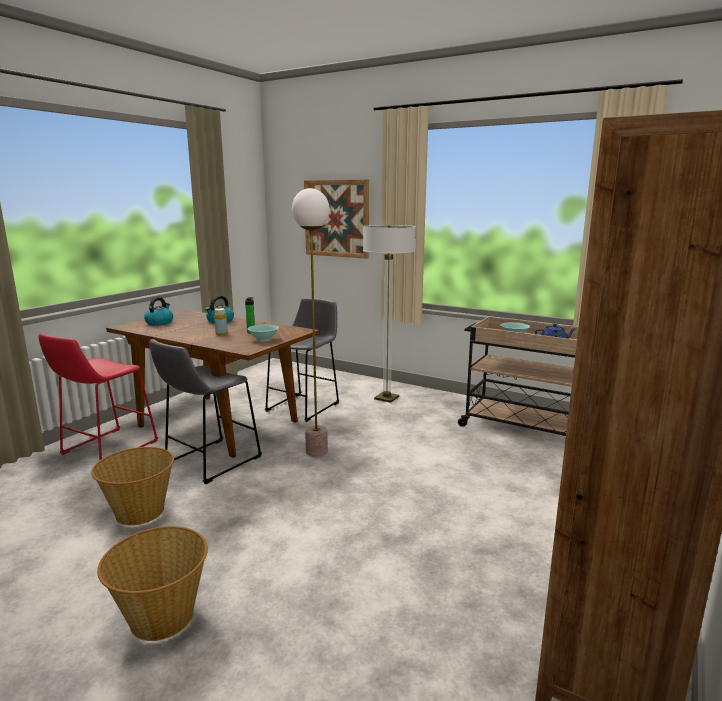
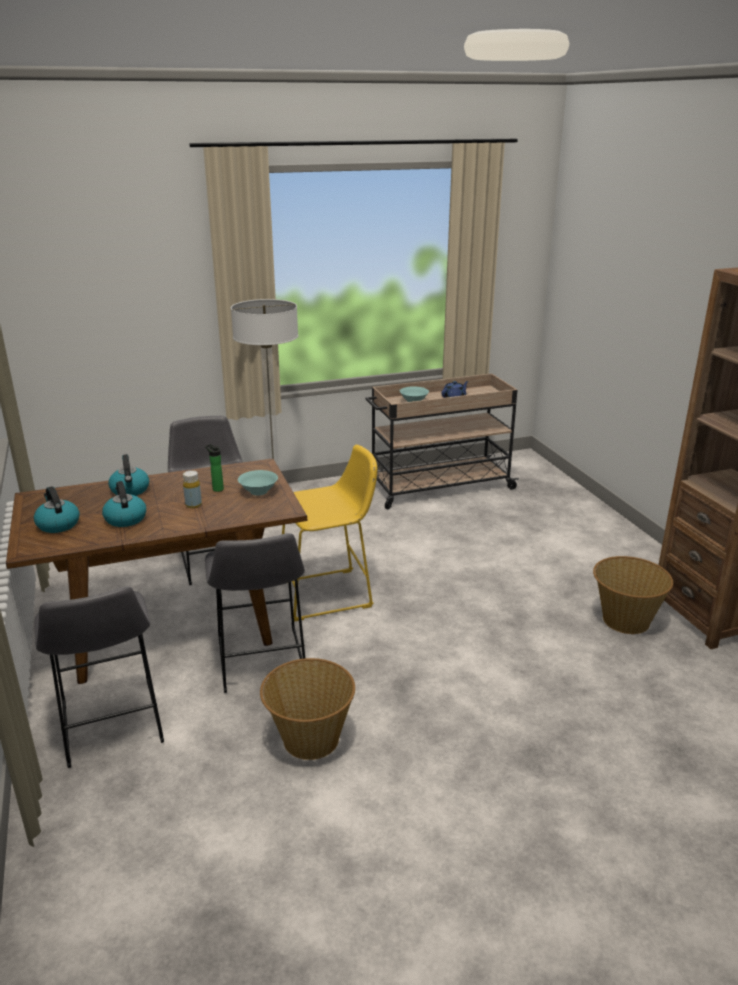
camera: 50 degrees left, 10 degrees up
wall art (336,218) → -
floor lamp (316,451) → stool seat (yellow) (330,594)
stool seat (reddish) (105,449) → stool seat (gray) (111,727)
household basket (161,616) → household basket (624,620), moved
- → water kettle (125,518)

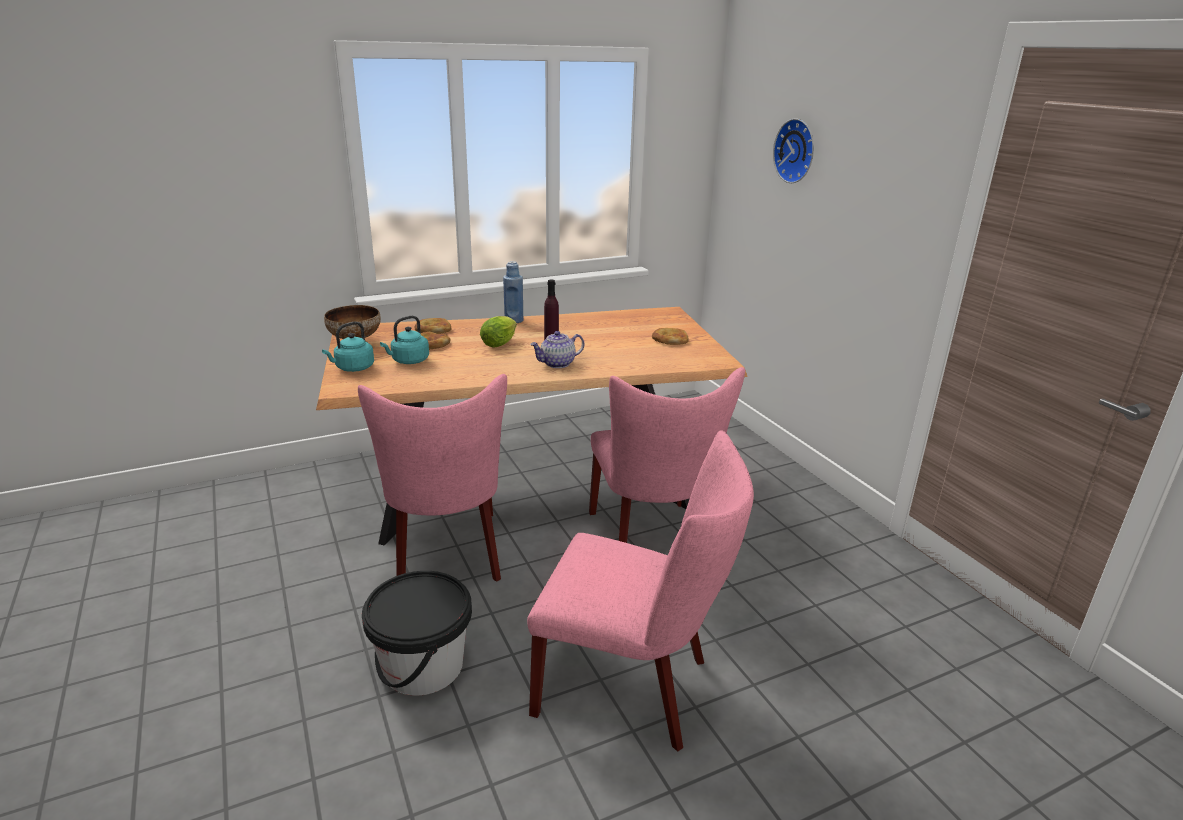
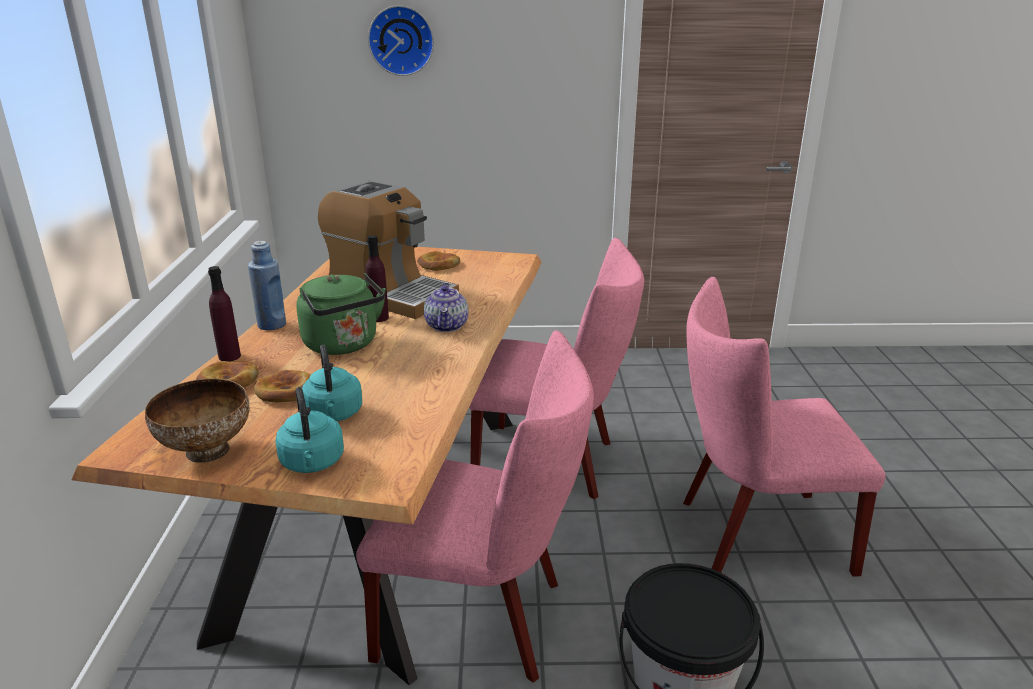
camera: 65 degrees left, 0 degrees up
lettuce head (500,343) → water kettle (green-coloured) (343,345)
chair (pink-coloured) (633,686) → chair (pink-coloured) (753,534), 135 degrees counterclockwise
- → coffee maker (390,294)
- → bottle (purple) (229,356)

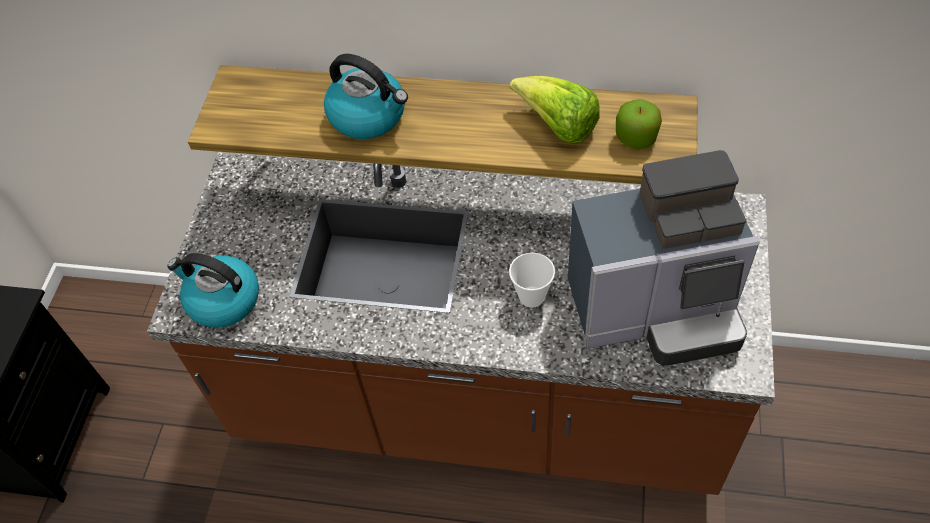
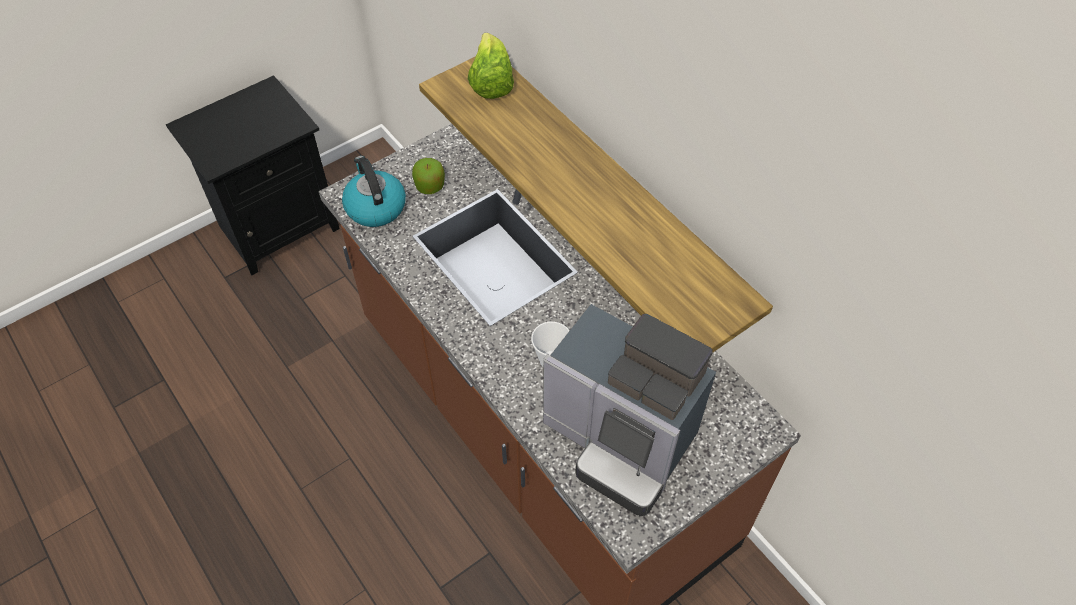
camera: 40 degrees right, 0 degrees up
water kettle (369,116) → -
lettuce head (557,126) → lettuce head (491,82), moved
apple (636,137) → apple (430,186), moved

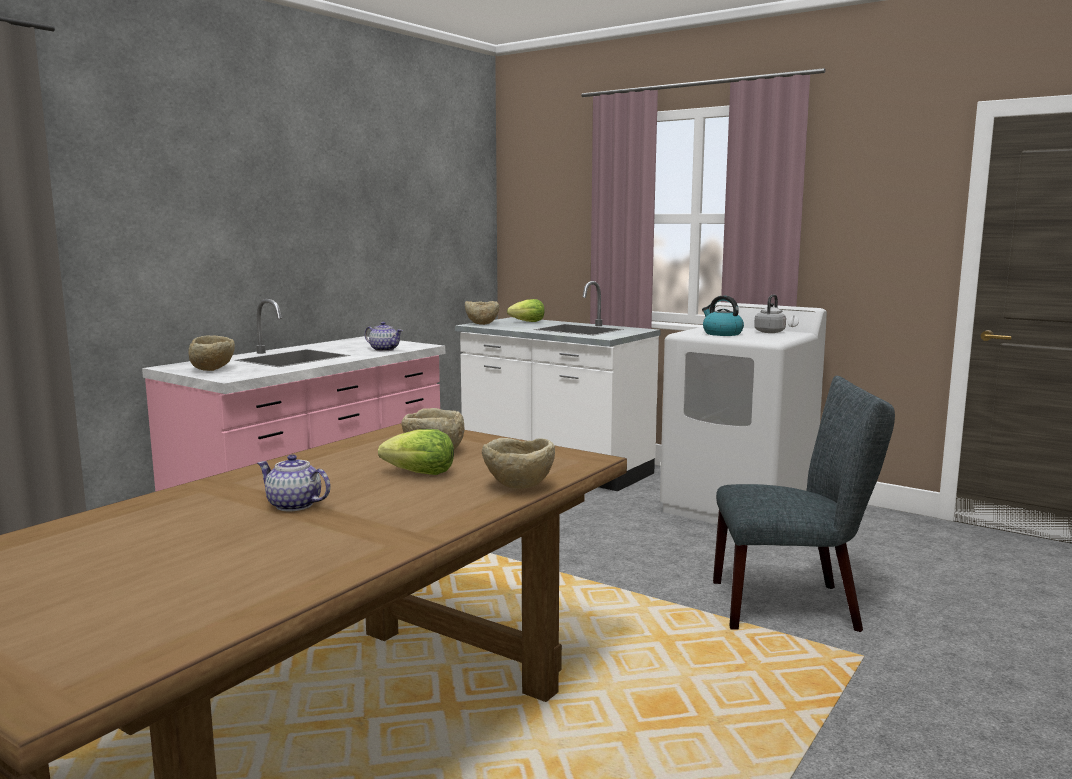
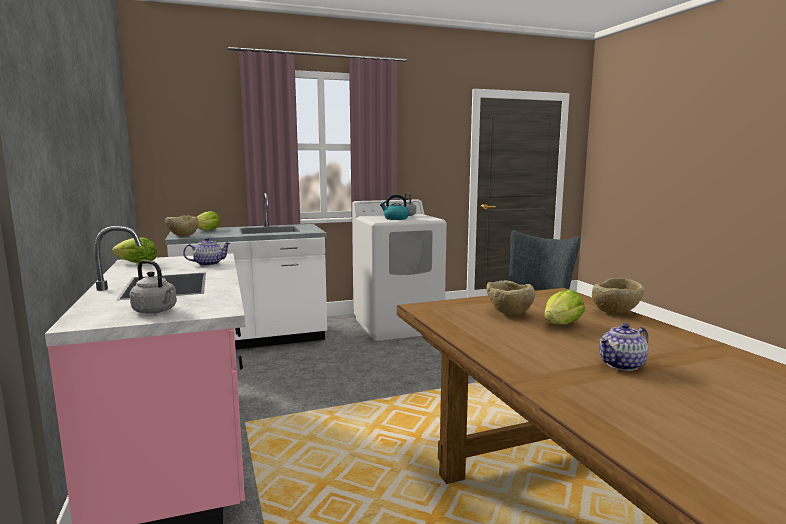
camera: 55 degrees left, 0 degrees up
deep dish (sand-coloured) (213,370) → water kettle (gray) (156,311)
- → lettuce head (137,263)

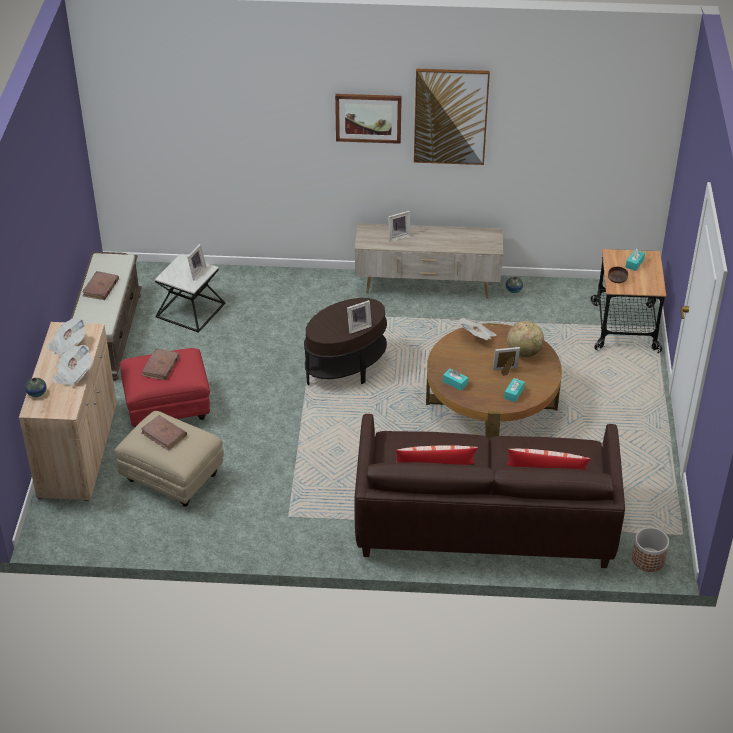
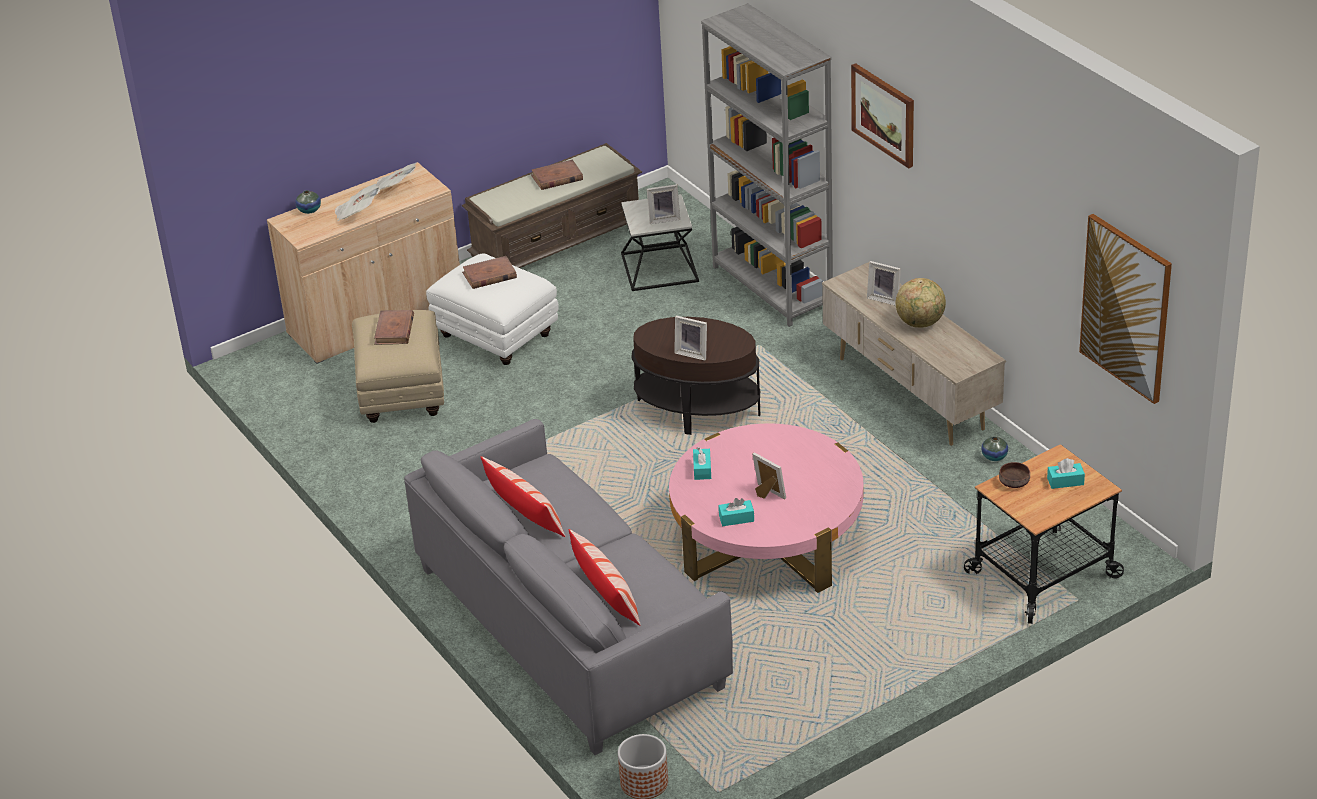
camera: 55 degrees right, 5 degrees down
wall art (450,116) → wall art (1126,308), moved
printed paper (477,337) → -
globe (524,352) → globe (920,323), moved
lounge table (brown) (491,403) → lounge table (pink-coloured) (767,539)
ottoman (reddish) (168,408) → ottoman (white-coloured) (497,336)
couch (brown) (484,520) → couch (gray) (570,626)
- → shelving unit (gray) (772,287)

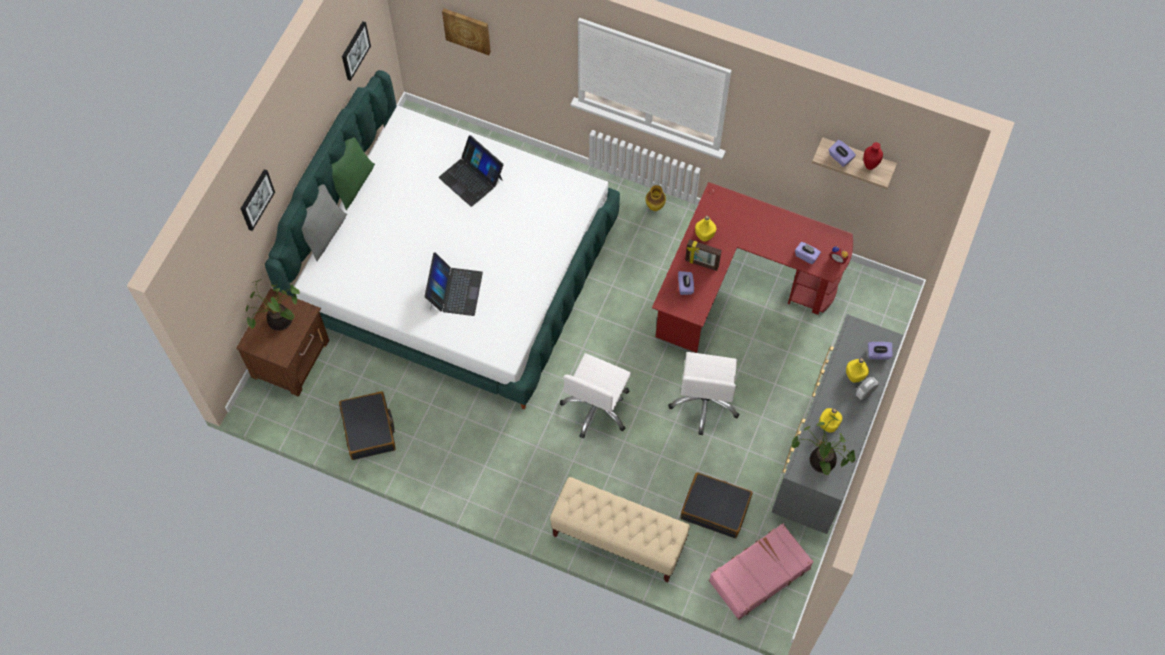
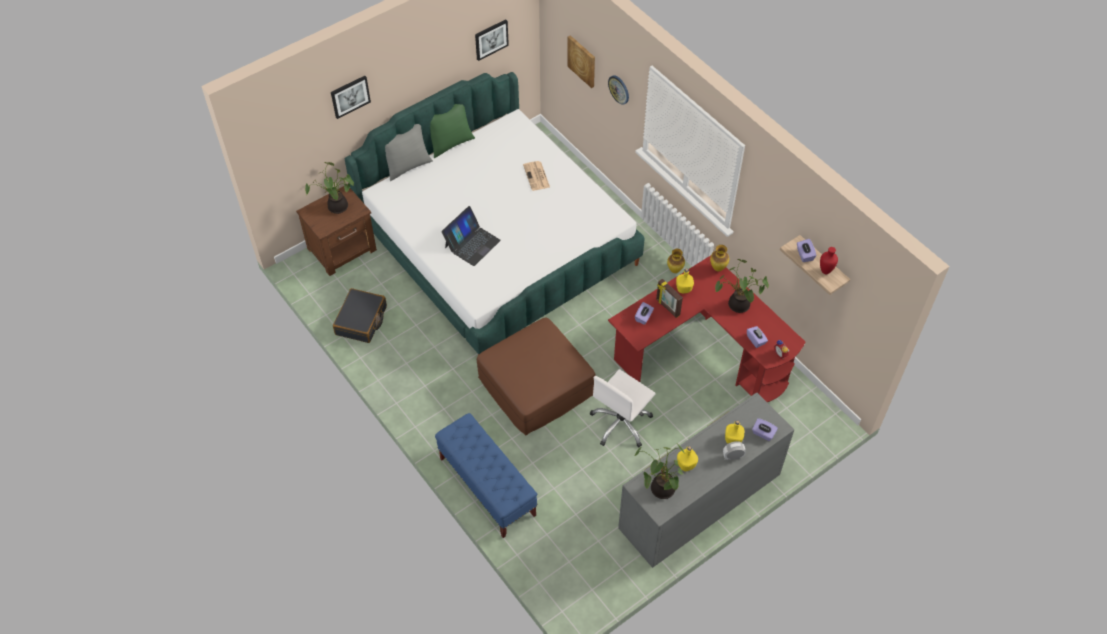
camera: 30 degrees right, 10 degrees down
laptop (471,178) → printed paper (537,176)
office chair (white-coloured) (597,407) → ottoman (brown) (535,386)
suitcase (black) (715,508) → -
bench (sand-coloured) (618,539) → bench (bluish) (487,487)
suitcase (pink-coloured) (758,574) → -
- → hanging clock (619,89)
- → flower vase (718,268)
- → houseplant (737,306)

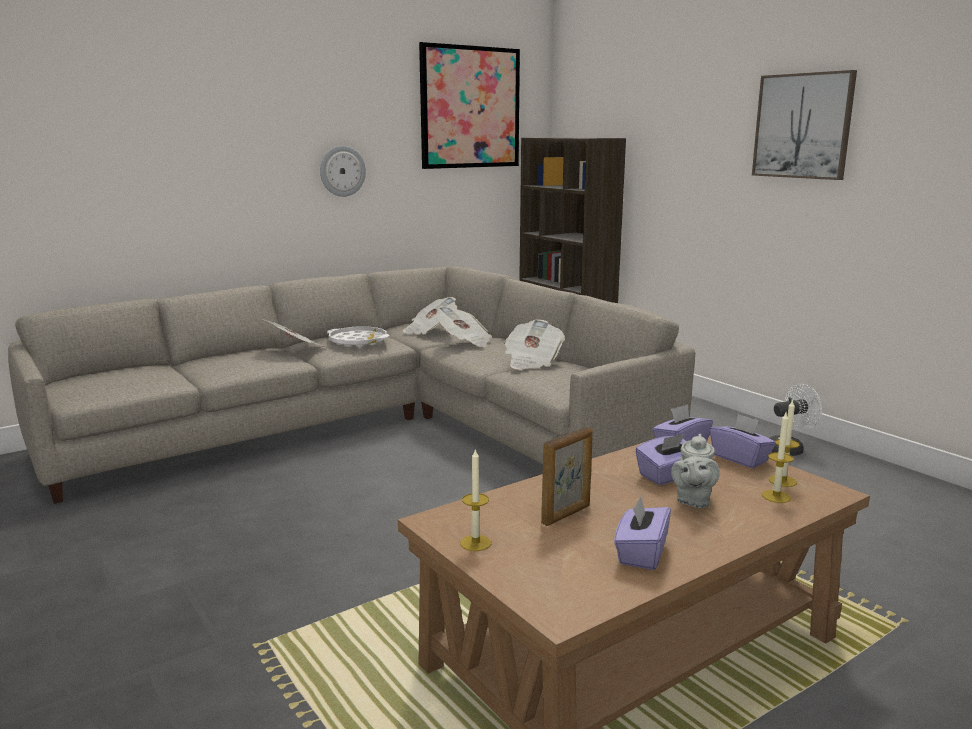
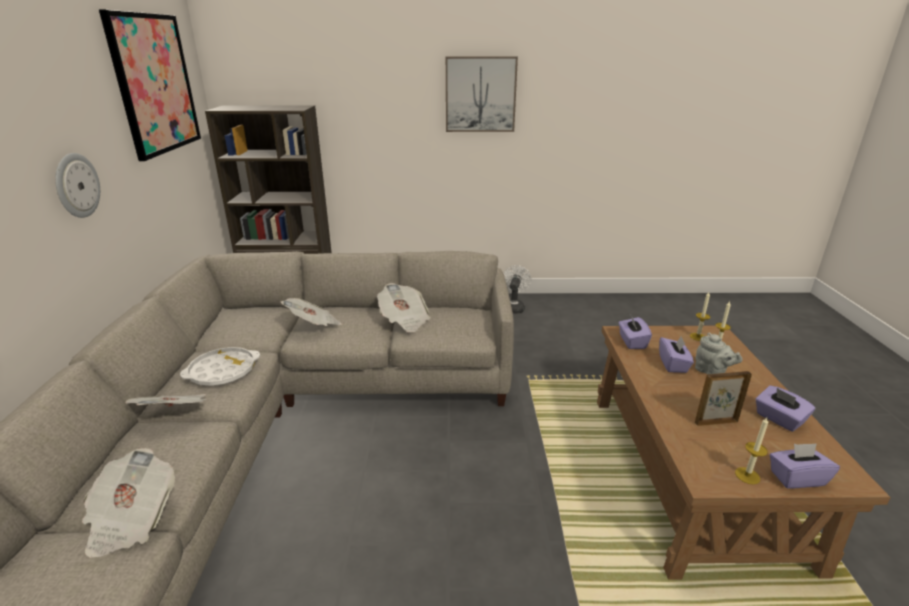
camera: 55 degrees left, 10 degrees up
printed paper (430,330) → printed paper (131,519), moved
tissue holder (purple) (740,458) → tissue holder (purple) (796,478), moved
photo frame (566,514) → photo frame (715,422), 90 degrees counterclockwise

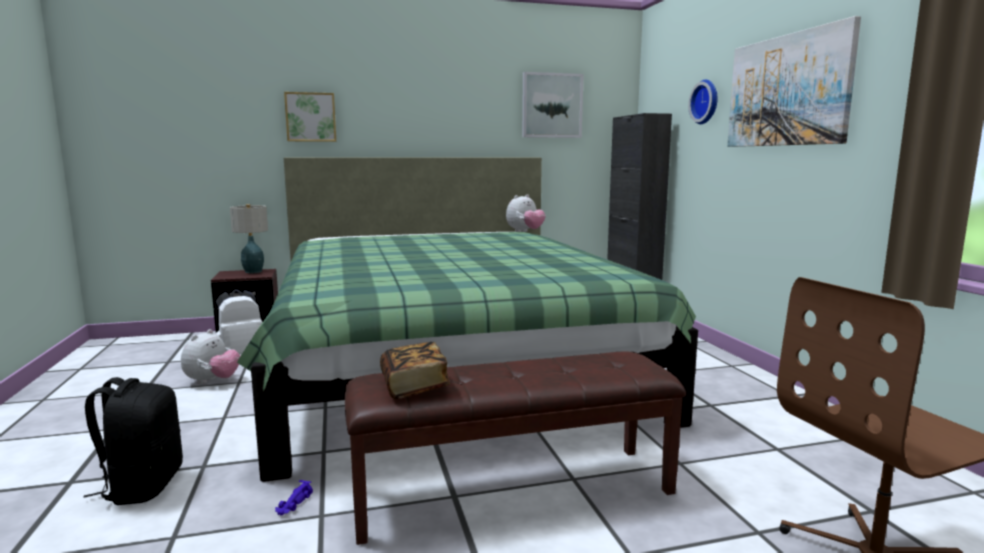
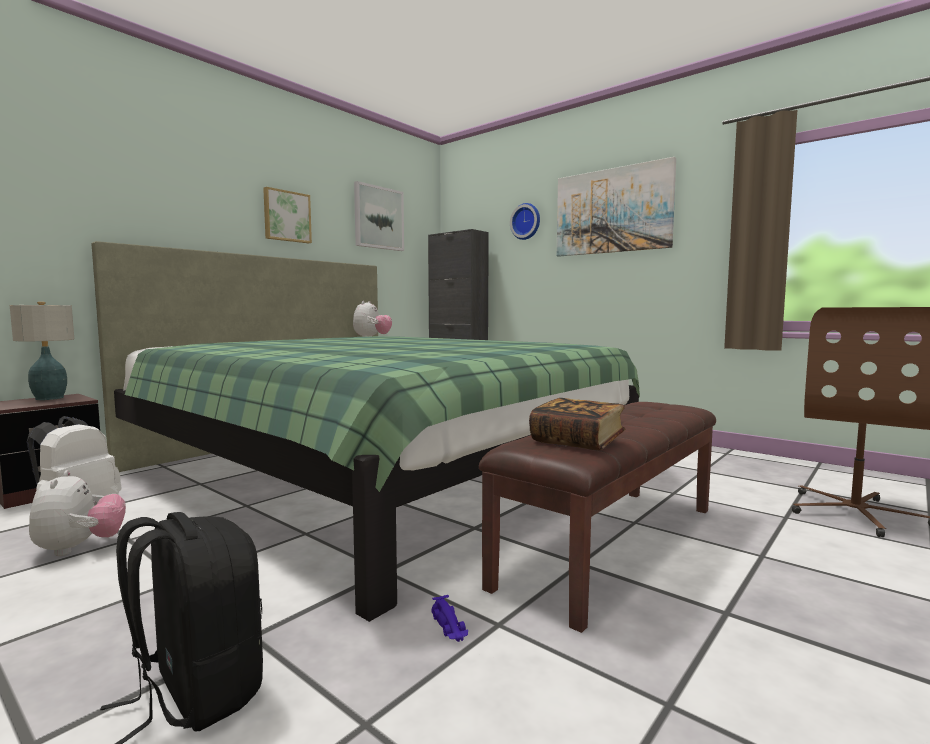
camera: 35 degrees left, 5 degrees down
wall art (310,117) → wall art (286,216), moved

